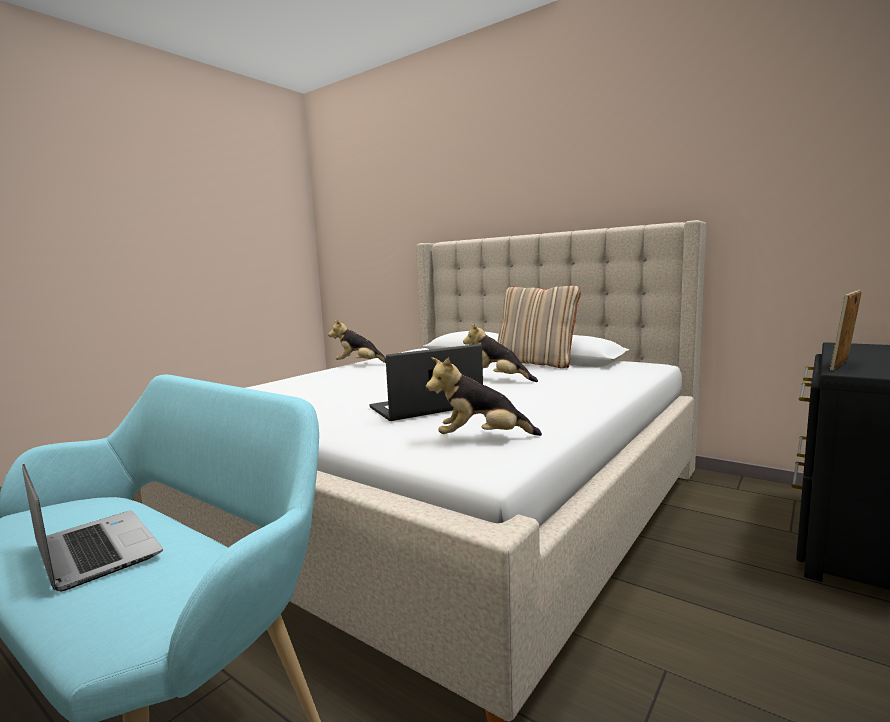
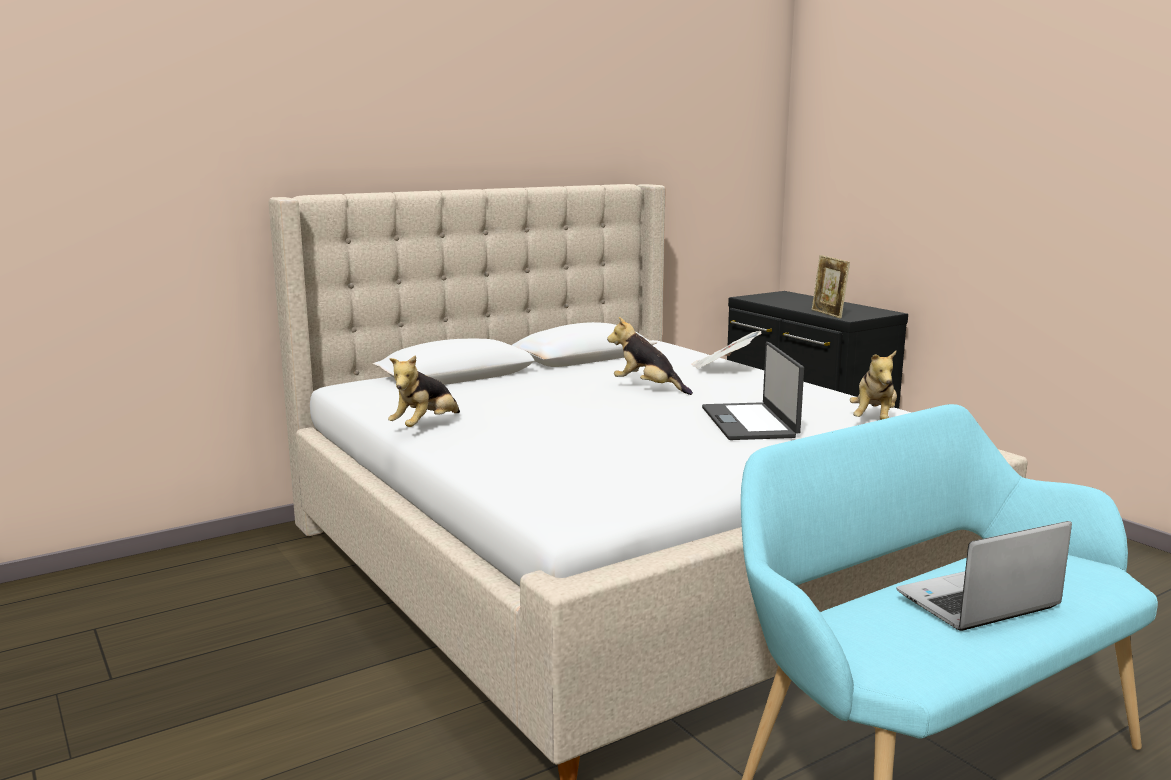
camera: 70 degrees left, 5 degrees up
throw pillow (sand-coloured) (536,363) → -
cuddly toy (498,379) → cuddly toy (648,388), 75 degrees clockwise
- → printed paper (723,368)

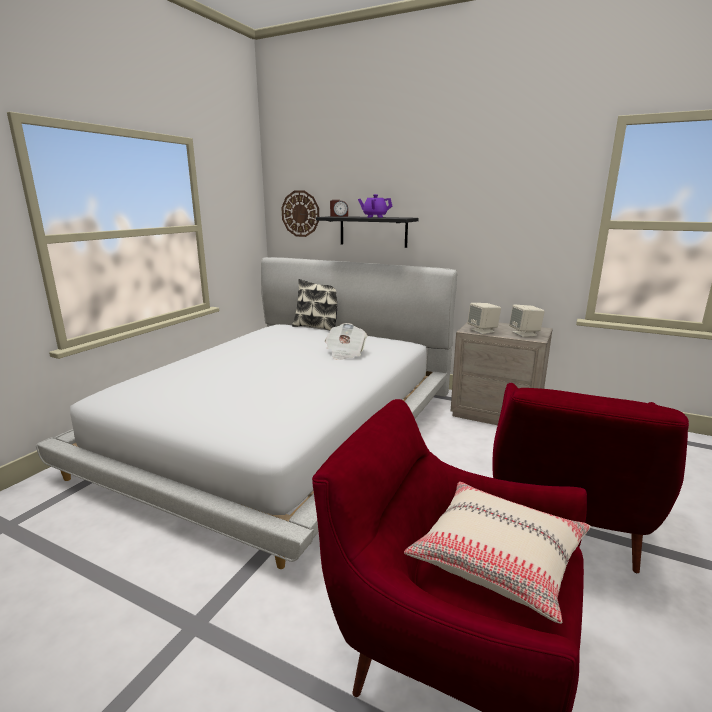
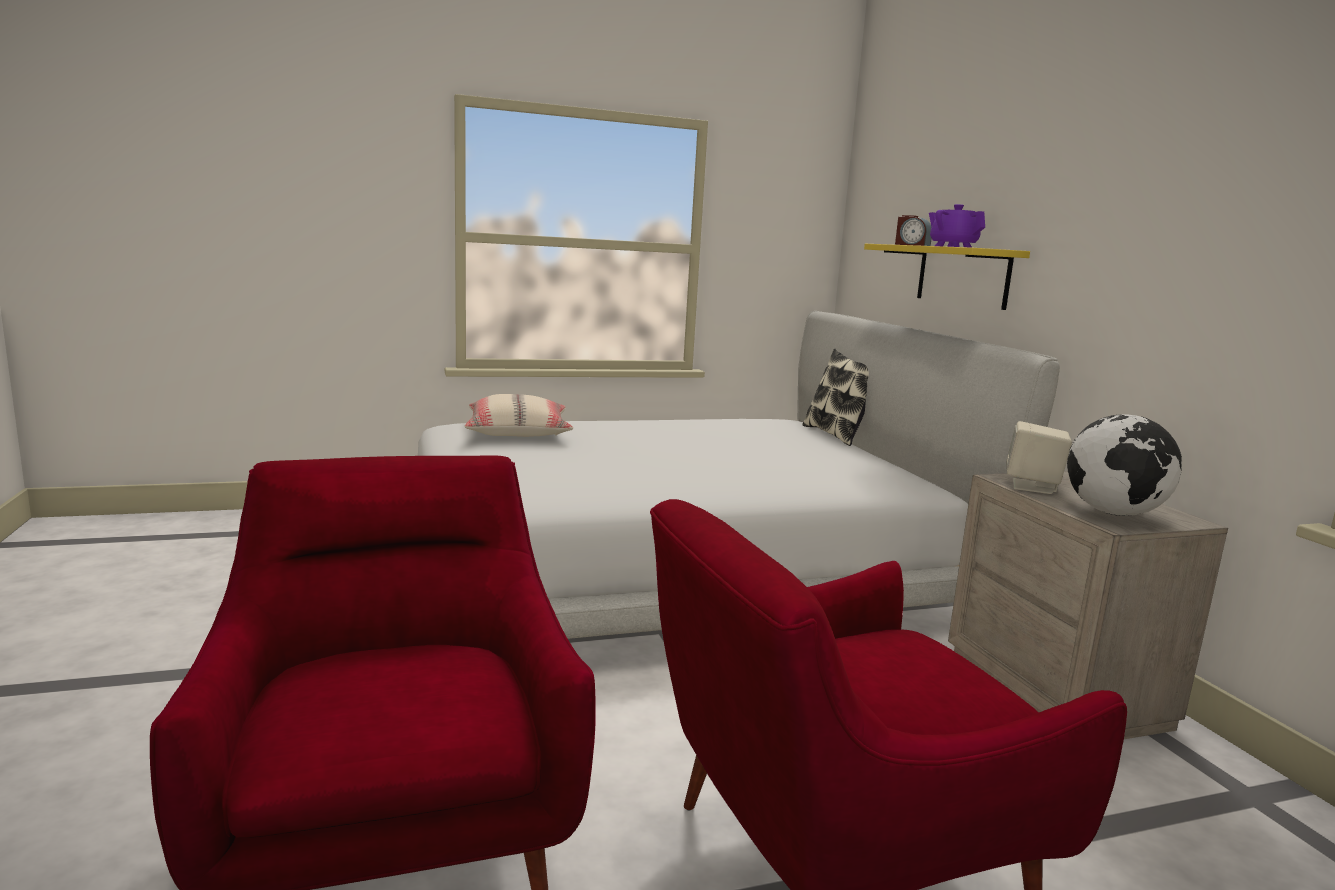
camera: 45 degrees right, 5 degrees down
hanging clock (300,213) → -
bracket shelf (black) (373,231) → bracket shelf (yellow) (962,276)
loudspeaker (sand-coloured) (524,334) → globe (1114,513)
printed paper (345,353) → -
throw pillow (sand-coloured) (498,557) → throw pillow (sand-coloured) (518,432), moved

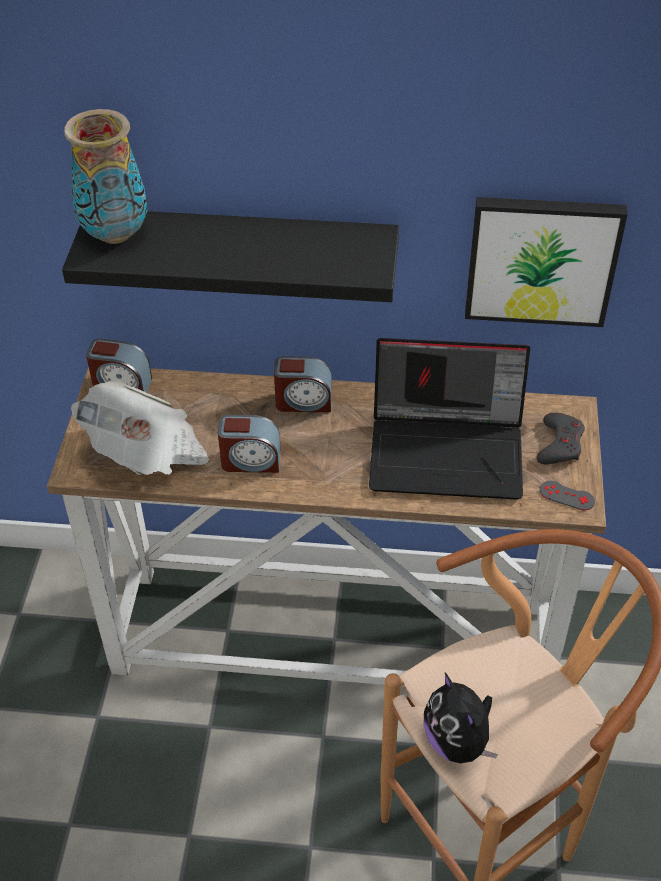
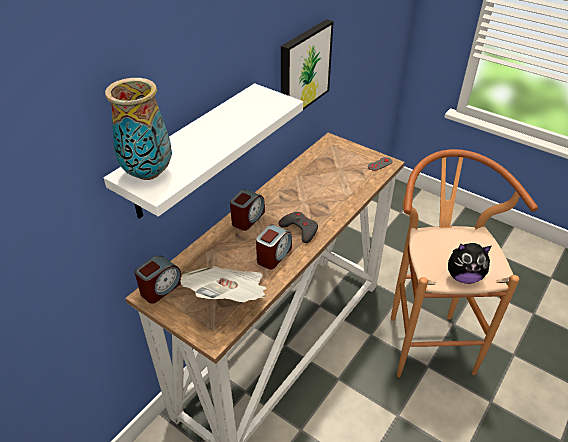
camera: 60 degrees left, 5 degrees down
bracket shelf (black) (244,254) → bracket shelf (white-coloured) (191,151)
laptop (448,450) → -
gamepad (gray) (560,444) → gamepad (gray) (299,229), moved

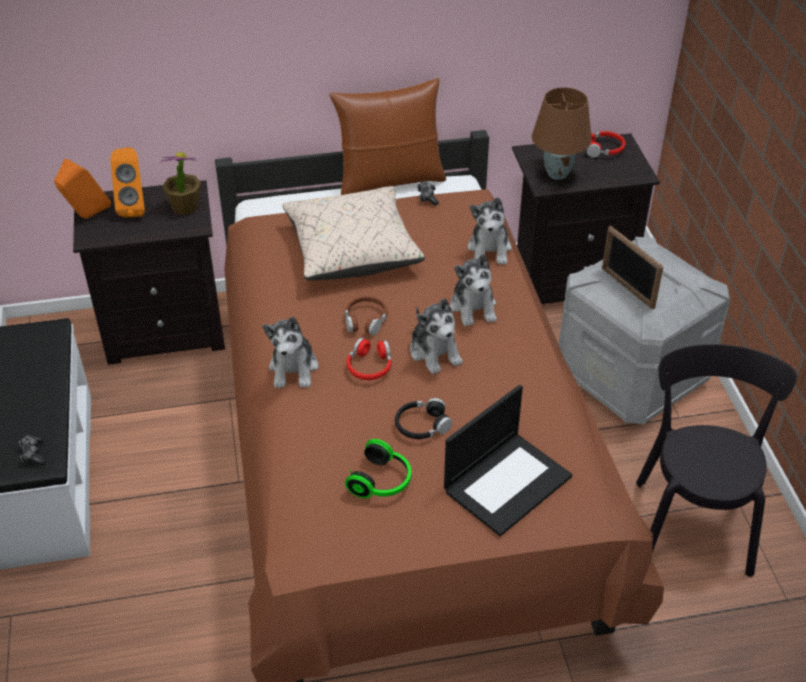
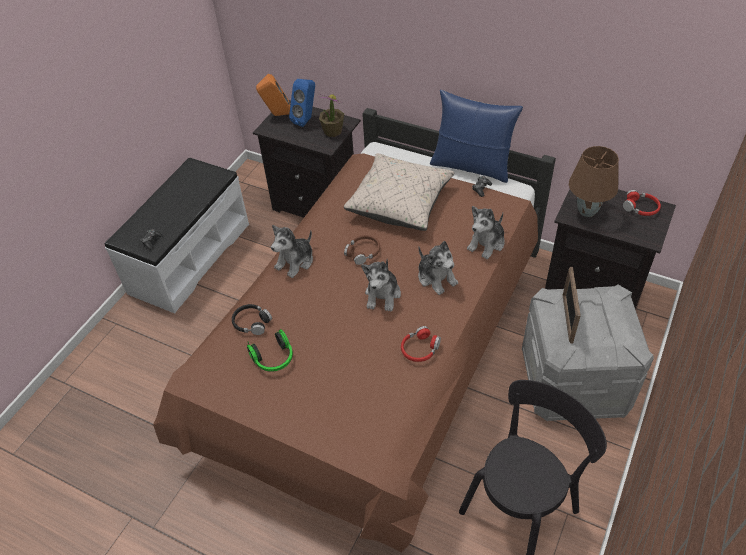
camera: 40 degrees right, 5 degrees up
throw pillow (brown) (390,180) → throw pillow (bluish) (471,166)
loudspeaker (orange-coloured) (134,207) → loudspeaker (bluish) (306,120)
cuddly toy (473,307) → cuddly toy (436,278), 60 degrees counterclockwise
headset (reddish) (369,366) → headset (reddish) (420,349), moved
laptop (507,482) → -
headset (black) (422,425) → headset (black) (252,323), moved

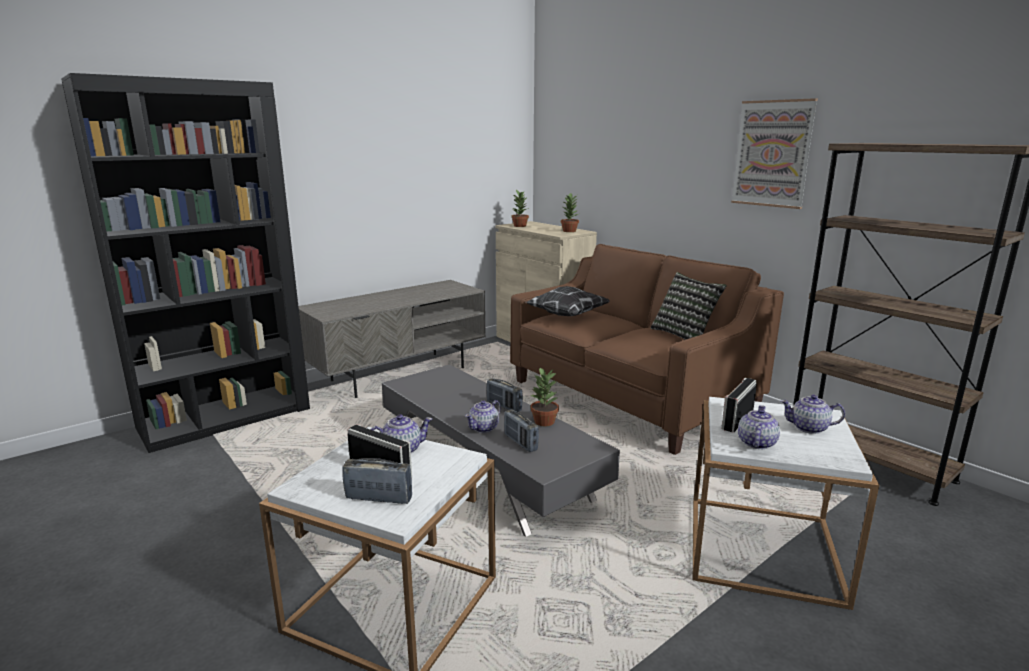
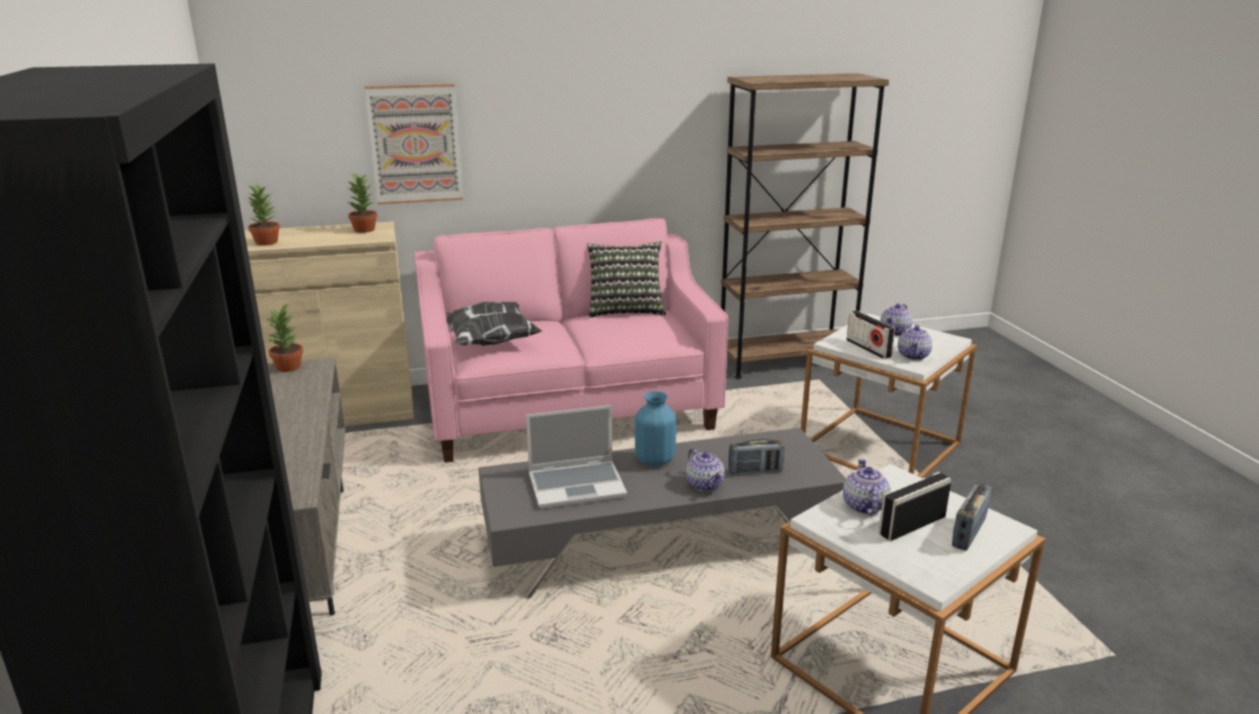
camera: 65 degrees left, 5 degrees up
wall art (772,154) → wall art (415,144), moved
couch (brown) (630,396) → couch (pink-coloured) (568,408)
houseplant (544,422) → houseplant (289,367), moved
radio receiver (504,406) → flower vase (bluish) (655,460)
teapot (756,443) → teapot (913,355), 120 degrees counterclockwise
- → laptop (578,485)

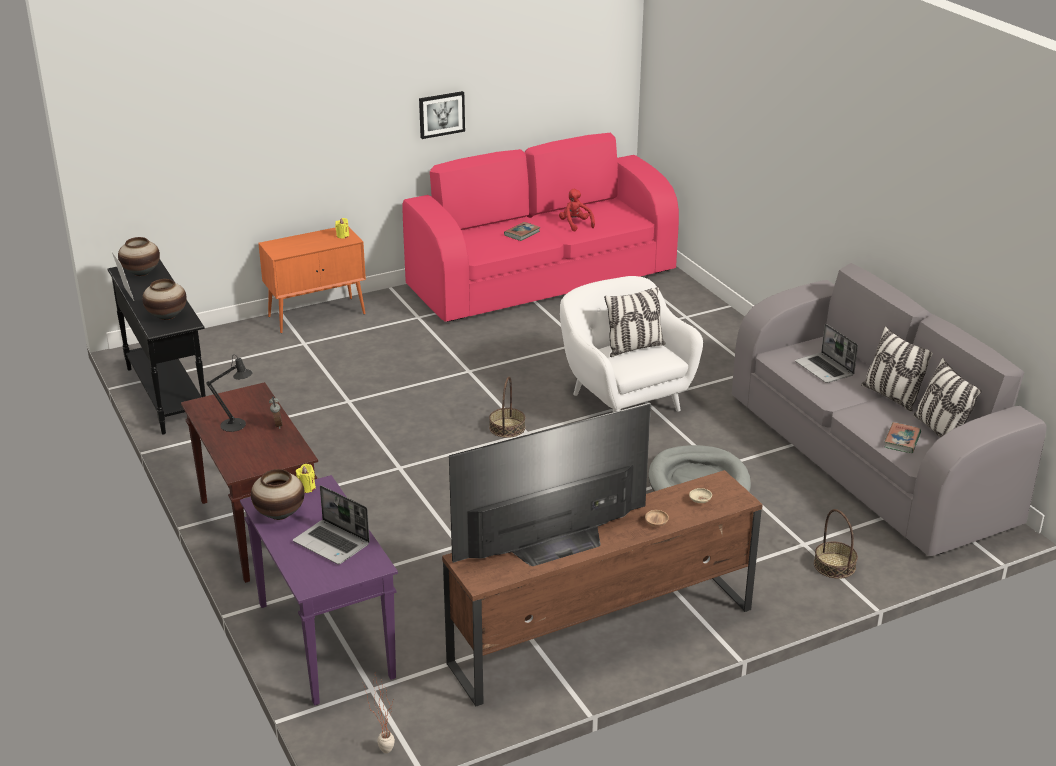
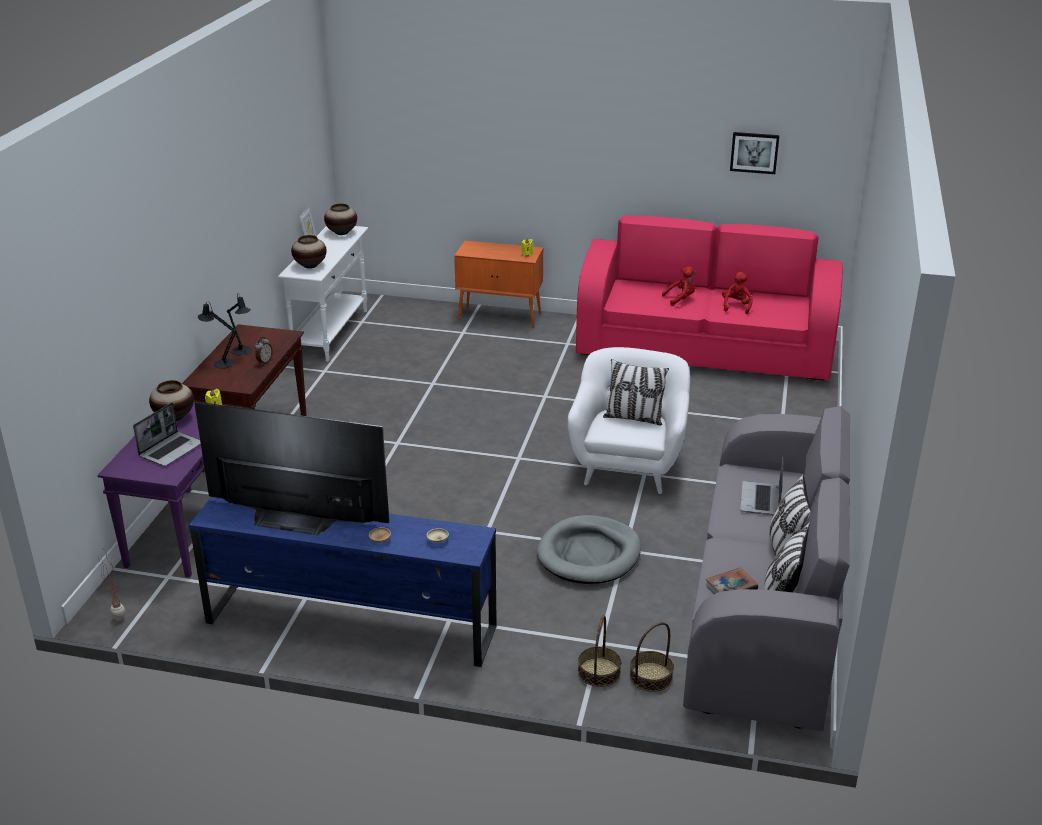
camera: 40 degrees right, 0 degrees up
wall art (441,114) → wall art (754,152), moved
bound book (522,233) → cuddly toy (reddish) (680,299)
narrow table (black) (167,395) → narrow table (white-coloured) (331,333)
household basket (507,428) → household basket (651,676), moved
tv unit (brown) (601,636) → tv unit (bluish) (349,624)
laptop (332,543) → laptop (171,450), 135 degrees counterclockwise
- → table lamp (black) (221,363)

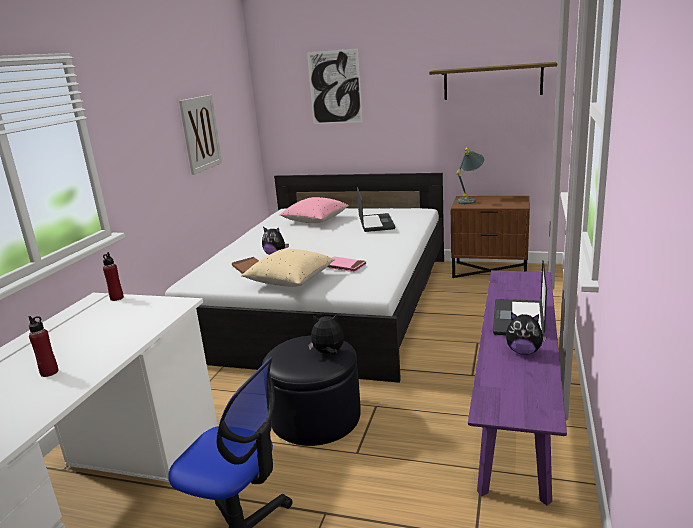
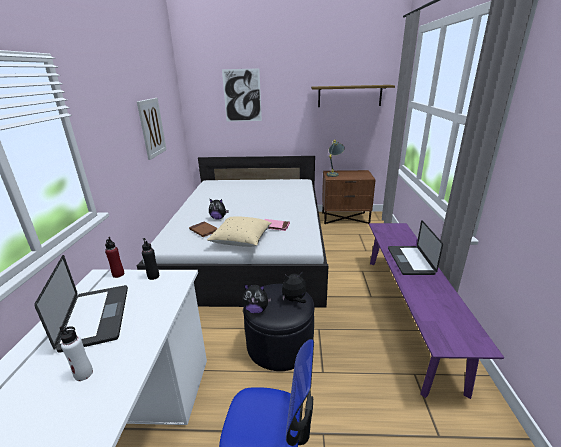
camera: 15 degrees left, 5 degrees up
laptop (376,223) → laptop (96,317), moved
throw pillow (pink-coloured) (315,221) → -
cuddly toy (524,351) → cuddly toy (256,310), moved
bottle (reddish) (49,372) → bottle (white-coloured) (84,374)
- → bottle (black) (153,276)

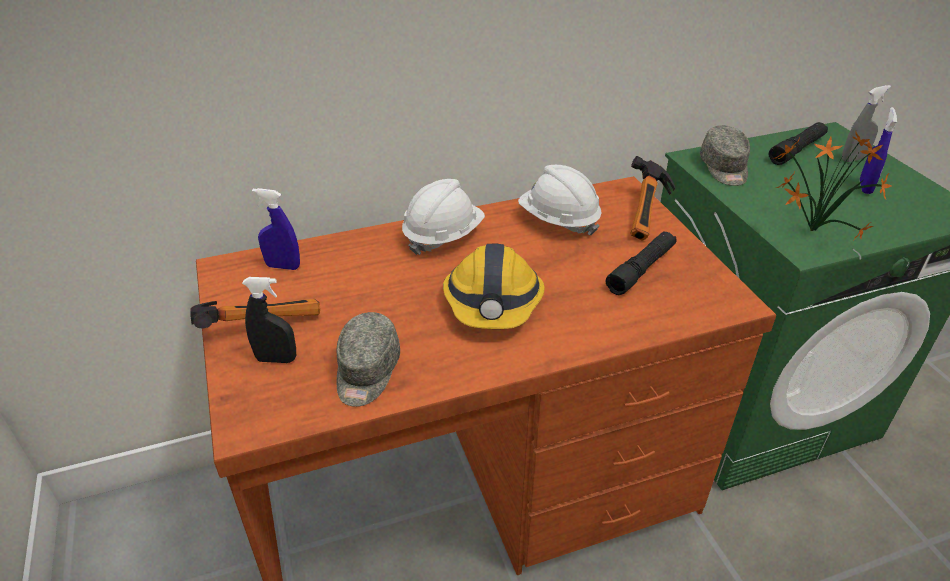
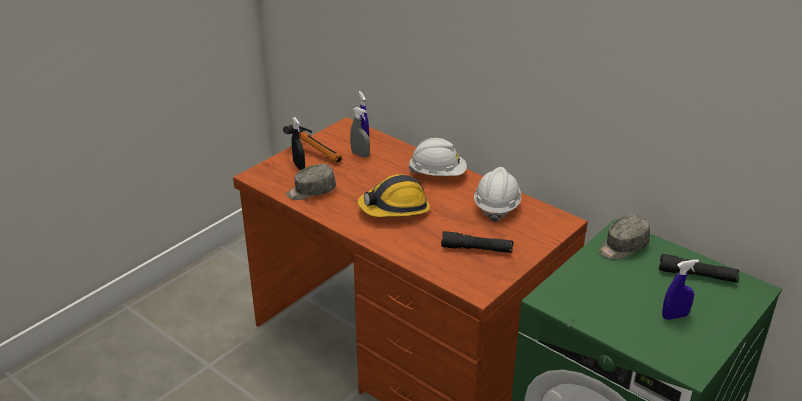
camera: 60 degrees right, 5 degrees down
hand sprayer (gray) (853,159) → hand sprayer (gray) (360,154), moved
houseplant (809,230) → -
hand hammer (649,215) → -

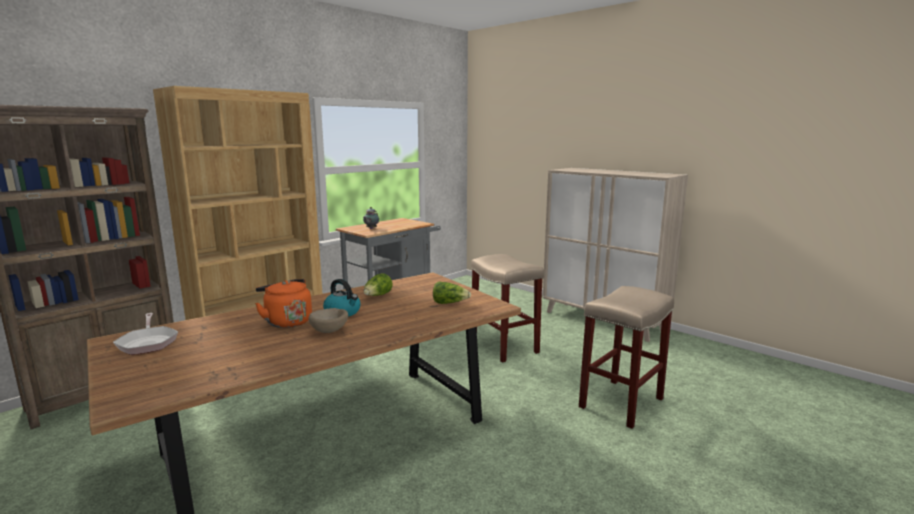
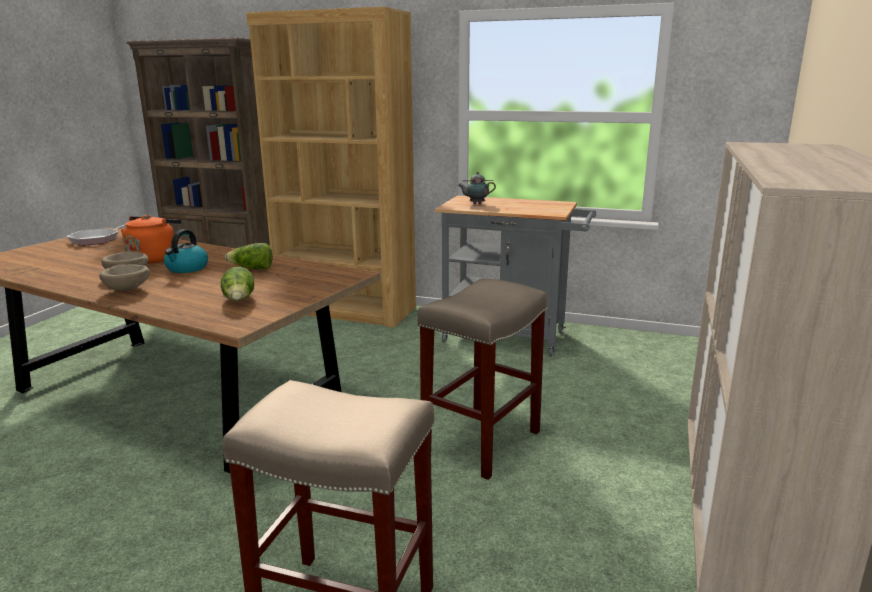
camera: 65 degrees right, 5 degrees up
- → deep dish (sand-coloured) (128,289)

